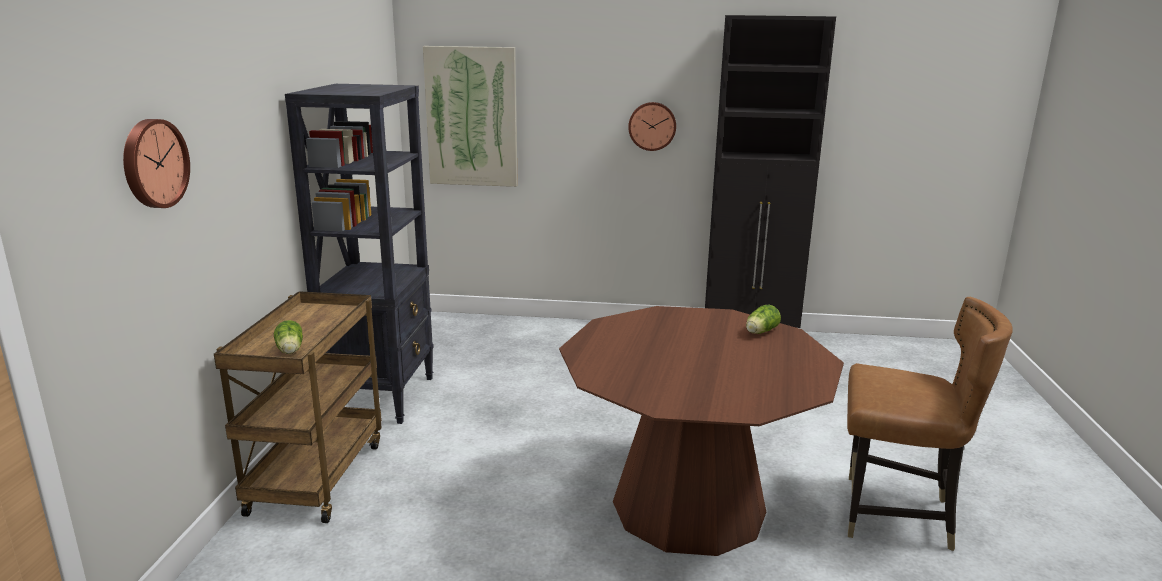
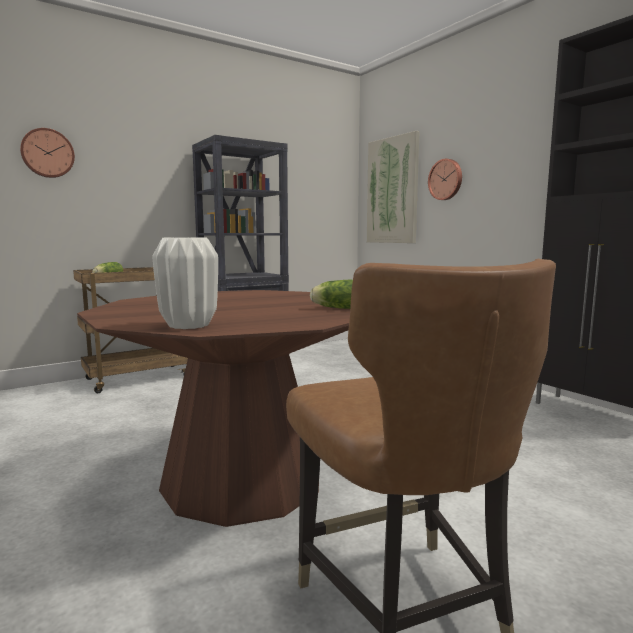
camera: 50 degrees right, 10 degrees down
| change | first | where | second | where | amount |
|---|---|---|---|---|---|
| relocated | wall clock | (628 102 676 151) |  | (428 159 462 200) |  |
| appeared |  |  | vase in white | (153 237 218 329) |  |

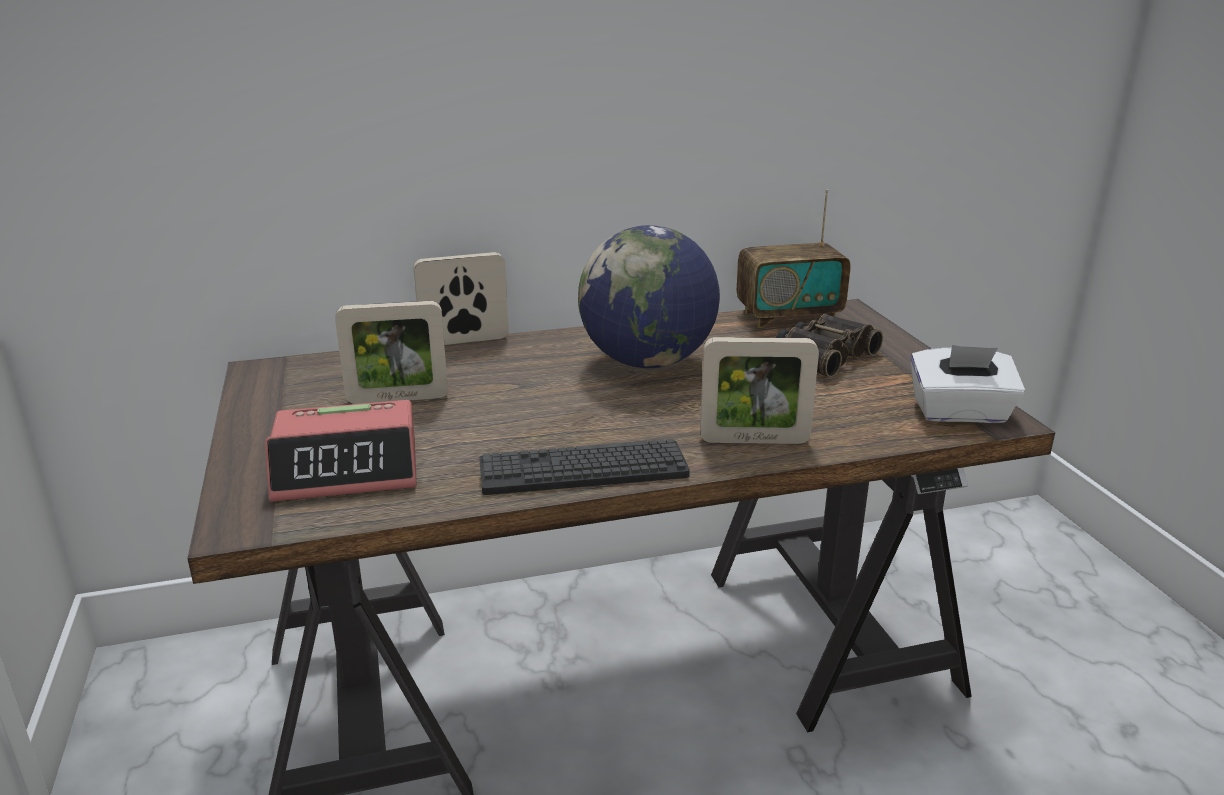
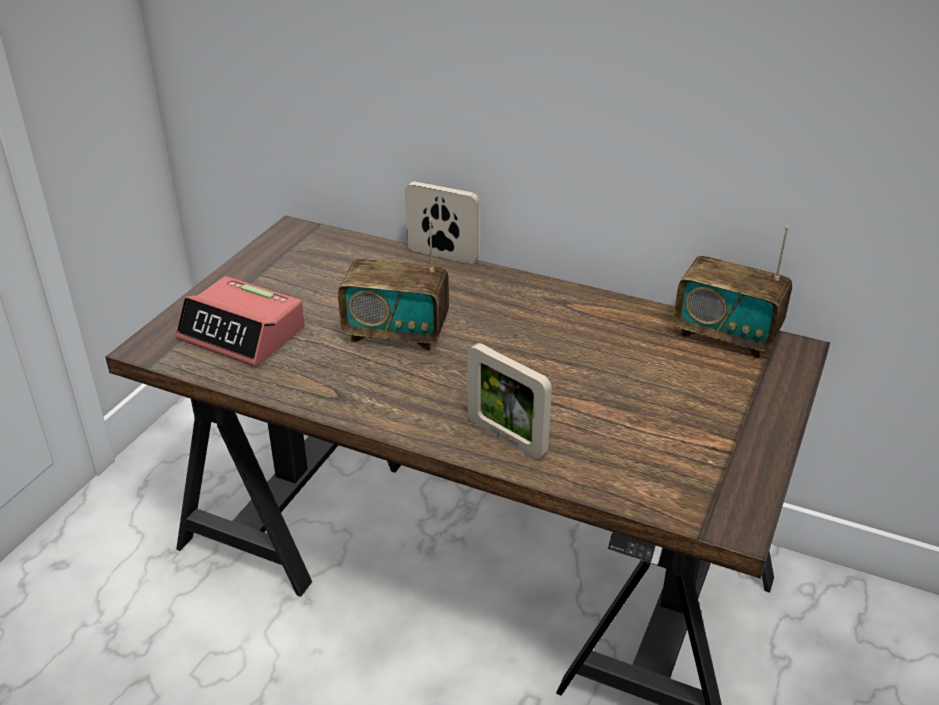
camera: 40 degrees right, 10 degrees up
| change | first | where | second | where | amount |
|---|---|---|---|---|---|
| missing | globe | (578 225 720 368) |  |  |  |
| missing | picture frame | (335 301 448 404) |  |  |  |
| missing | binoculars | (776 314 883 377) |  |  |  |
| missing | tissue box in white | (910 345 1025 423) |  |  |  |
| missing | keyboard | (479 439 690 495) |  |  |  |
| appeared |  |  | radio | (338 218 449 351) |  |

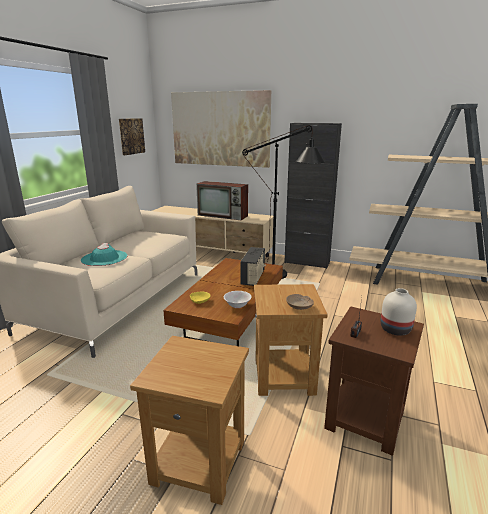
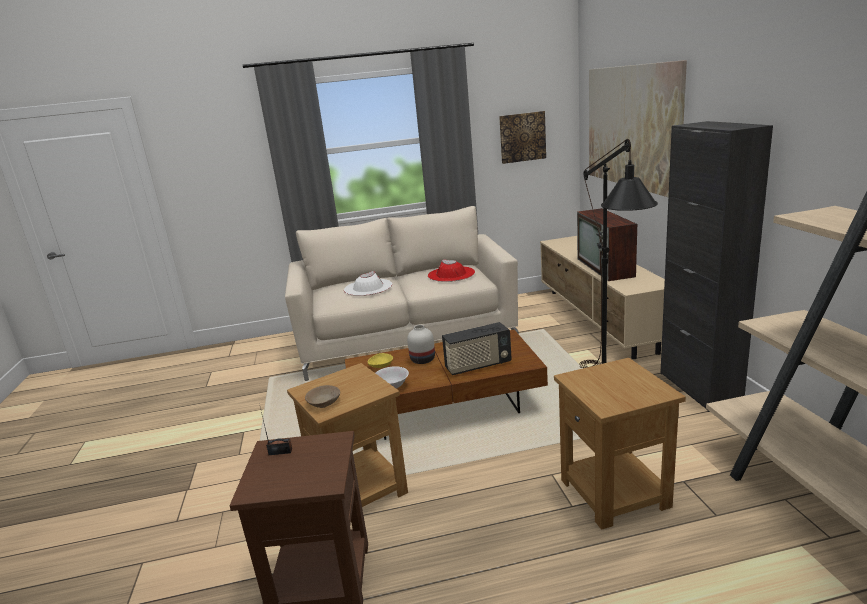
camera: 60 degrees right, 0 degrees up
| change | first | where | second | where | amount |
|---|---|---|---|---|---|
| colour | hat in turquoise | (81 243 128 266) | hat in white | (344 271 392 296) |  |
| relocated | vase in white | (381 288 417 336) |  | (407 325 435 364) |  |
| relocated | side table in brown | (130 336 249 505) |  | (554 358 686 530) |  |
| appeared |  |  | hat in red | (428 259 475 282) |  |

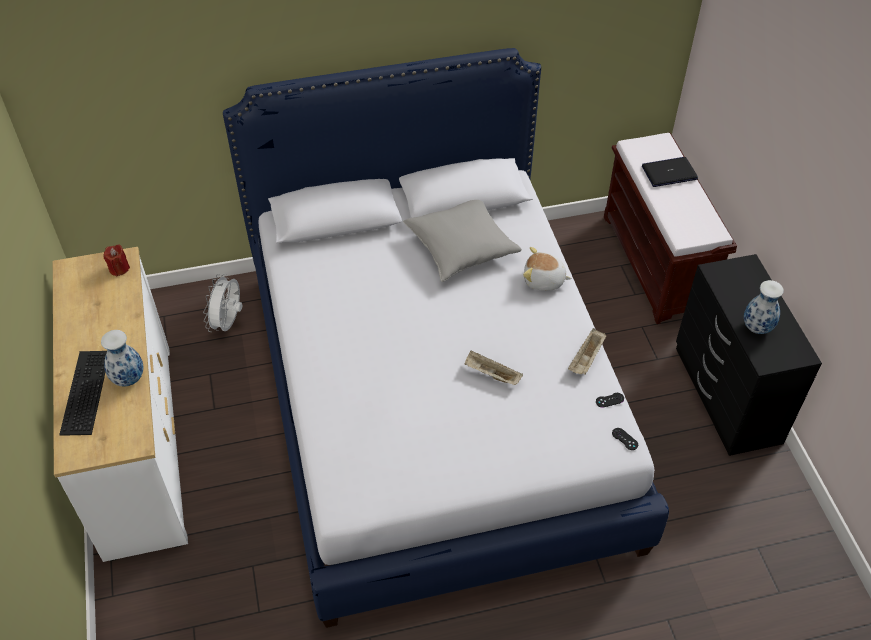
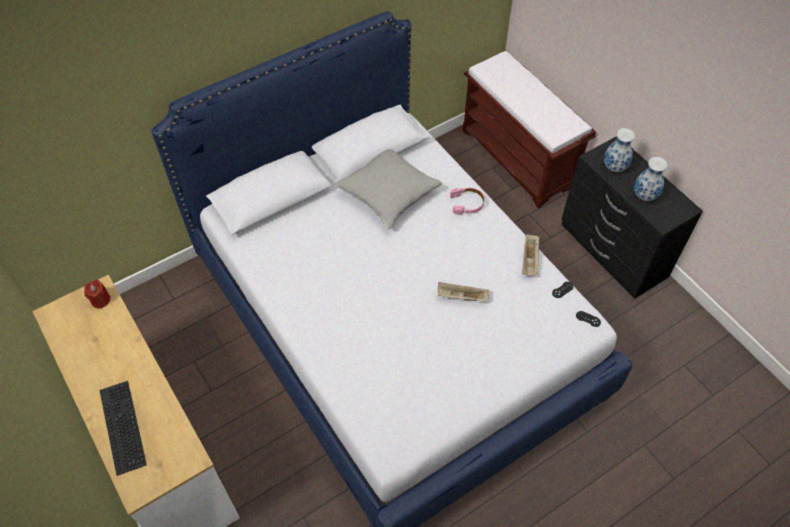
camera: 20 degrees left, 5 degrees up
| change | first | where | second | where | amount |
|---|---|---|---|---|---|
| missing | laptop | (642 157 698 187) |  |  |  |
| exchanged | plush toy | (523 247 572 291) | headphones in pink | (450 188 485 215) |  |
| missing | fan in white | (203 274 242 332) |  |  |  |
| relocated | vase | (101 330 143 386) |  | (604 128 635 172) |  |

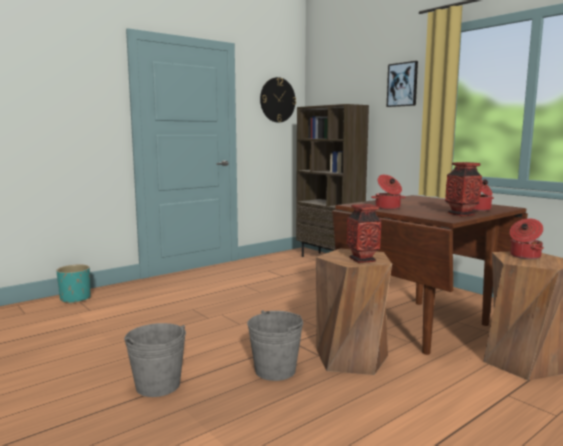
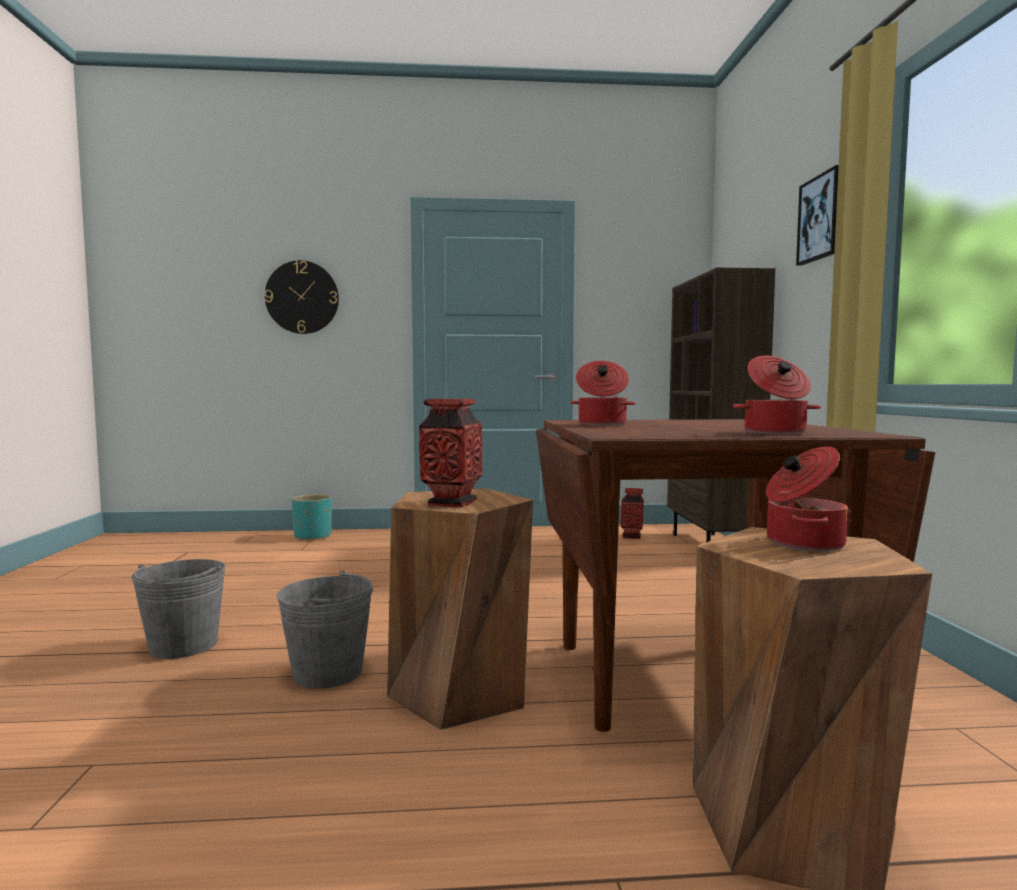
camera: 35 degrees right, 5 degrees down
| change | first | where | second | where | amount |
|---|---|---|---|---|---|
| relocated | wall clock | (260 77 296 122) |  | (264 260 339 334) |  |
| relocated | vase | (445 162 482 216) |  | (621 488 644 539) |  |

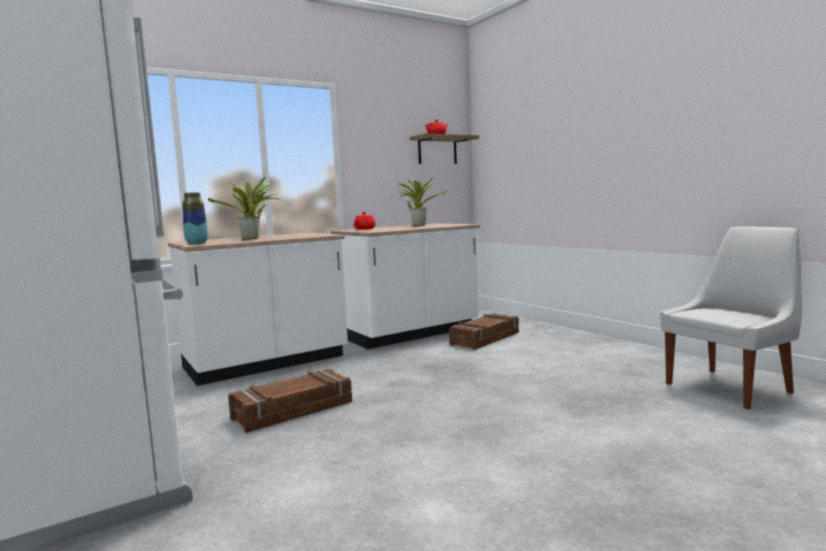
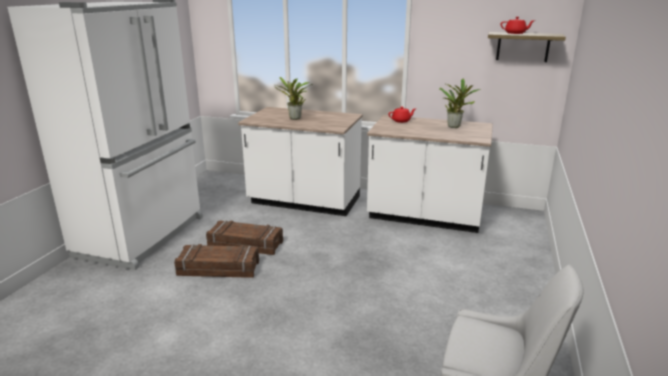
camera: 50 degrees right, 15 degrees up
| change | first | where | second | where | amount |
|---|---|---|---|---|---|
| missing | vase | (182 192 208 245) |  |  |  |
| relocated | crate | (449 313 519 350) |  | (174 244 259 278) |  |

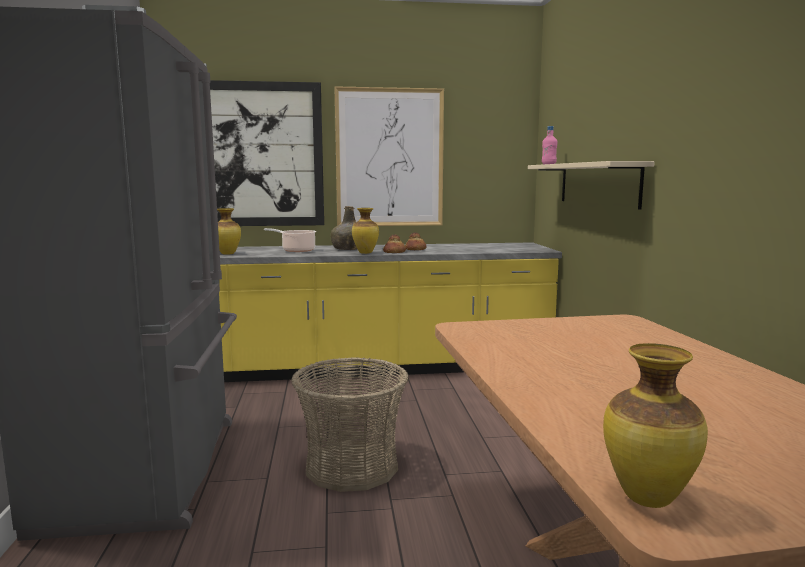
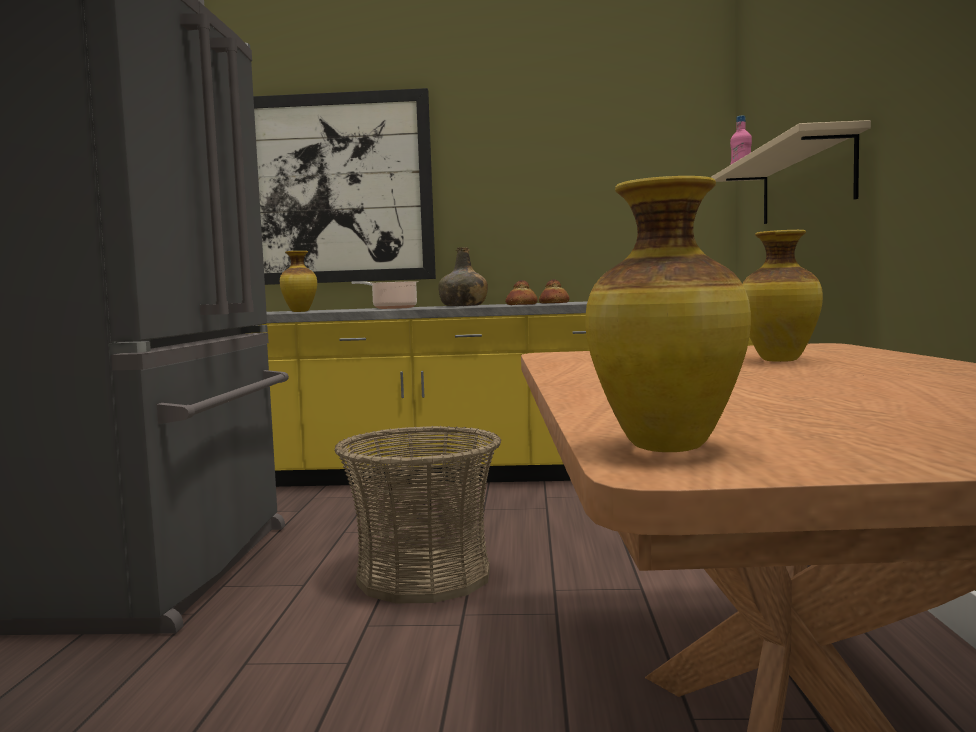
camera: 10 degrees right, 5 degrees down
| change | first | where | second | where | amount |
|---|---|---|---|---|---|
| missing | picture | (334 86 444 226) |  |  |  |
| relocated | vase | (352 208 379 254) |  | (743 230 823 362) |  |

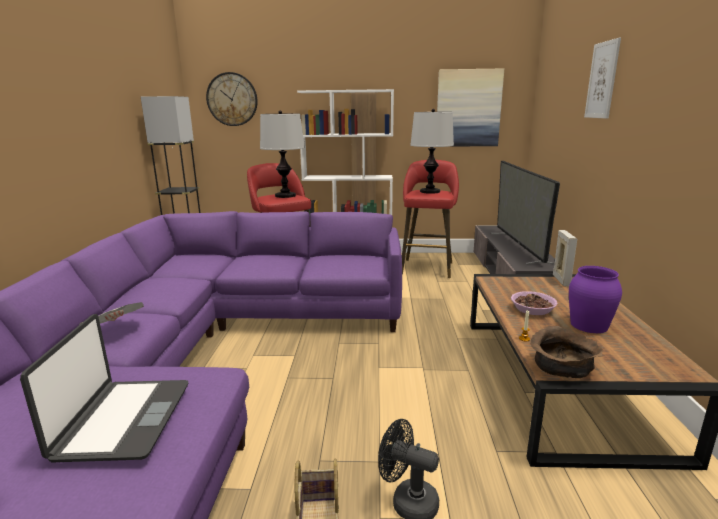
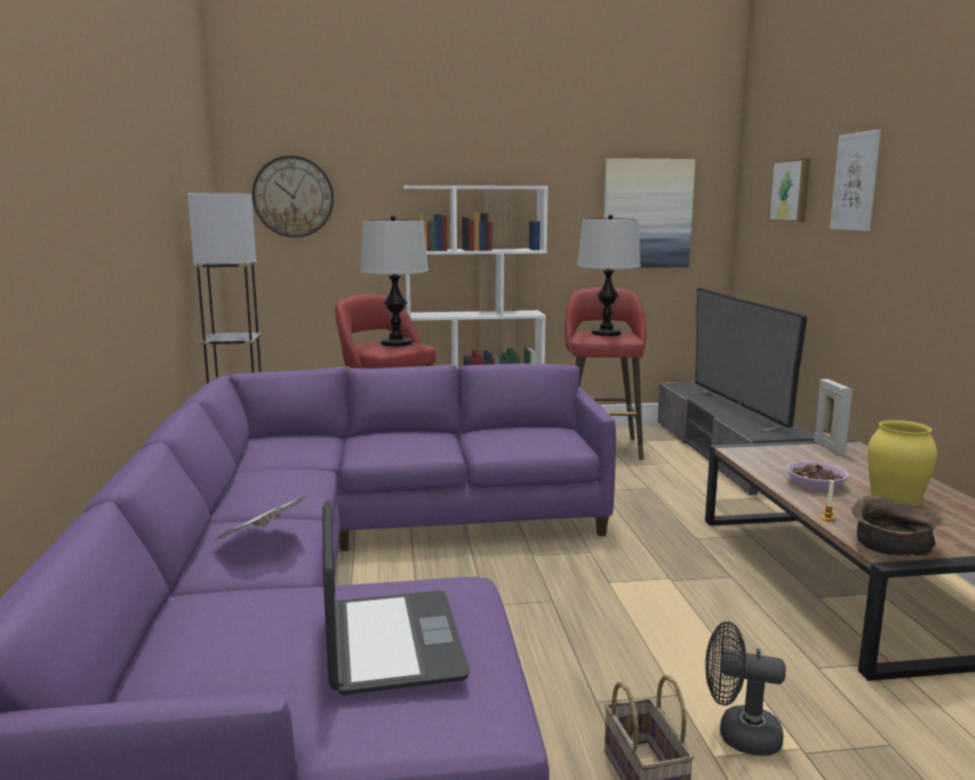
camera: 10 degrees left, 5 degrees down
| change | first | where | second | where | amount |
|---|---|---|---|---|---|
| colour | vase in purple | (569 266 622 333) | vase in yellow | (867 420 937 506) |  |
| appeared |  |  | picture | (768 158 811 222) |  |

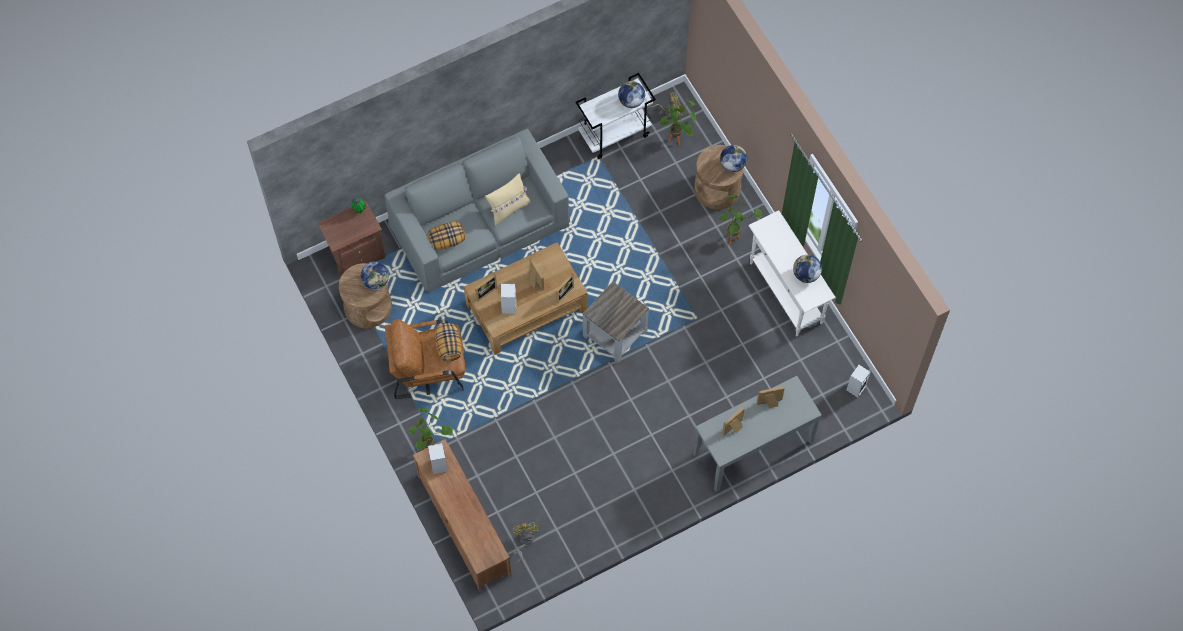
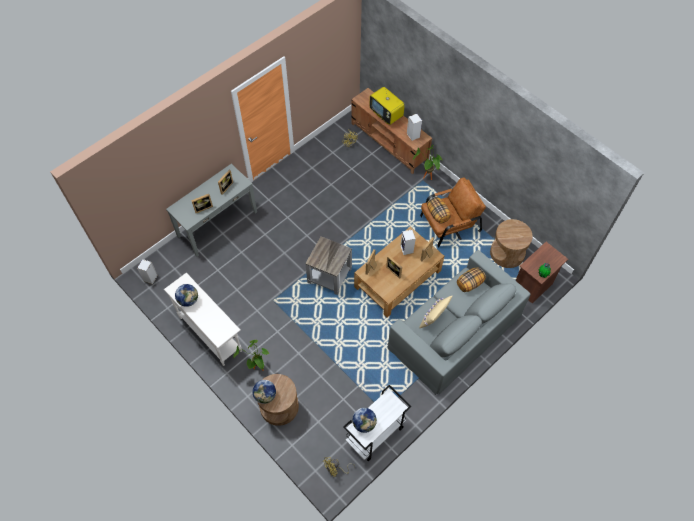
camera: 165 degrees right, 5 degrees down
| change | first | where | second | where | amount |
|---|---|---|---|---|---|
| missing | potted plant | (659 98 697 145) |  |  |  |
| missing | globe | (361 262 389 290) |  |  |  |
| appeared |  |  | television | (369 85 405 125) |  |

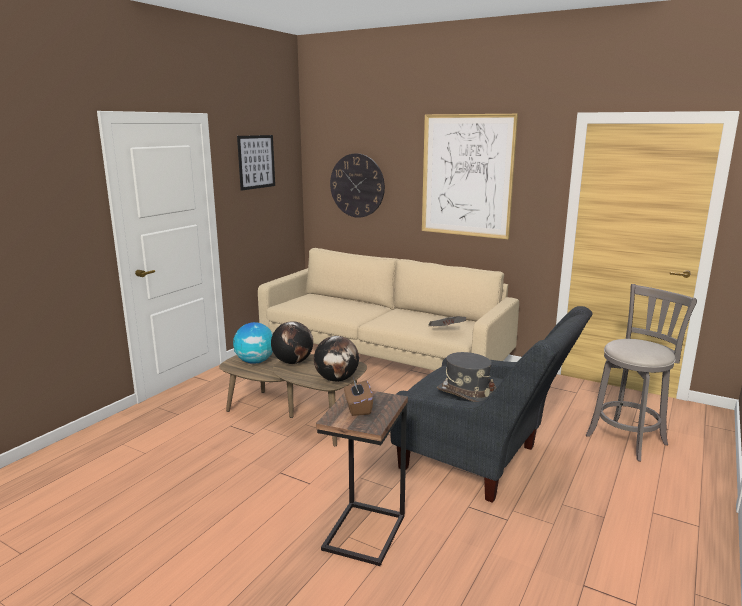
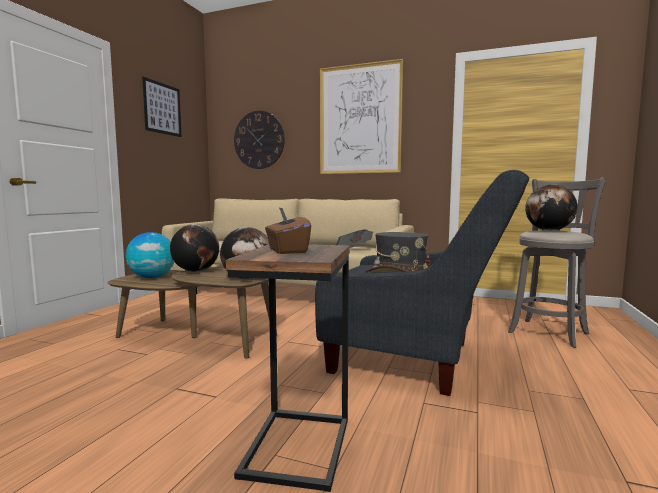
camera: 10 degrees left, 10 degrees down
| change | first | where | second | where | amount |
|---|---|---|---|---|---|
| appeared |  |  | globe | (525 184 577 231) |  |

